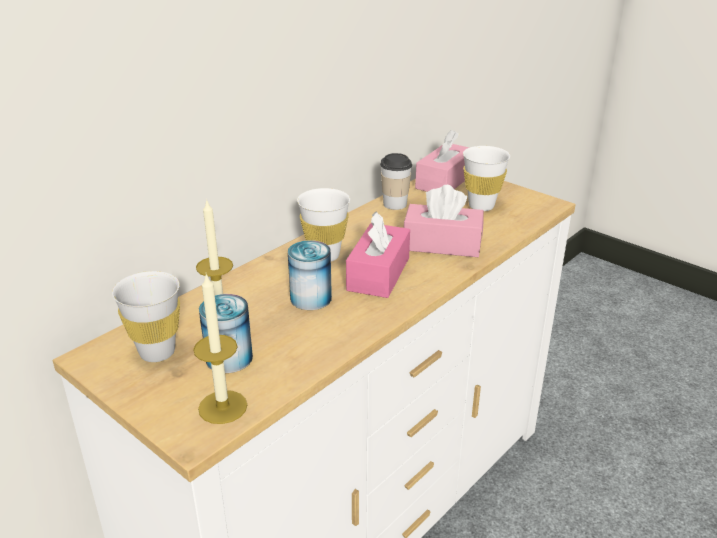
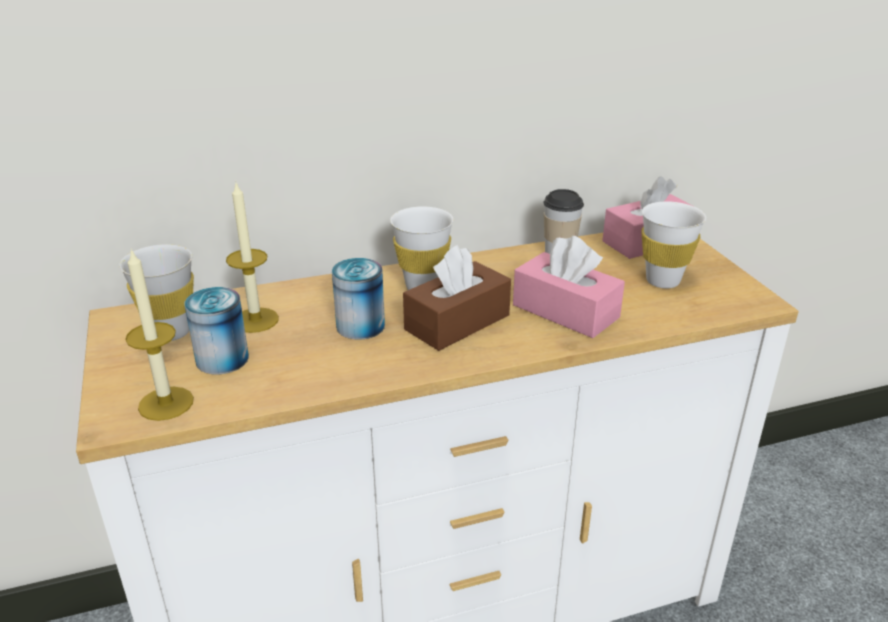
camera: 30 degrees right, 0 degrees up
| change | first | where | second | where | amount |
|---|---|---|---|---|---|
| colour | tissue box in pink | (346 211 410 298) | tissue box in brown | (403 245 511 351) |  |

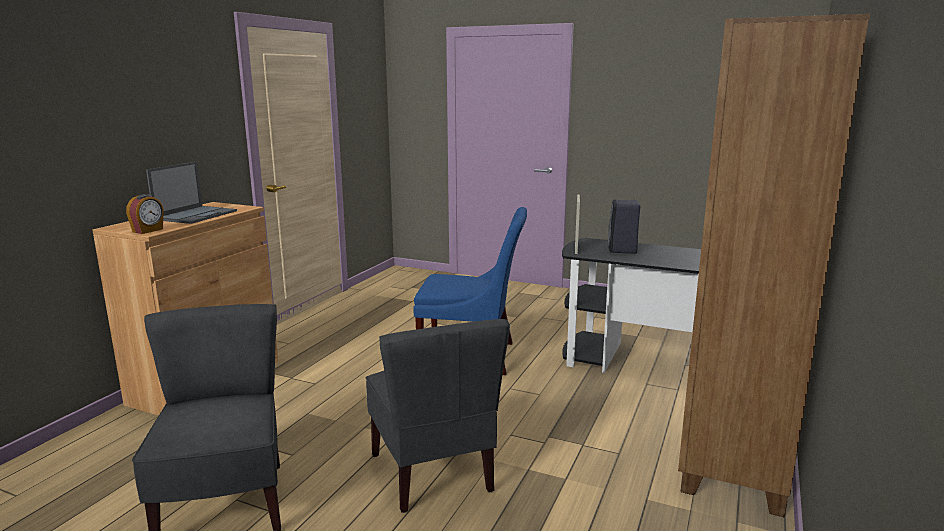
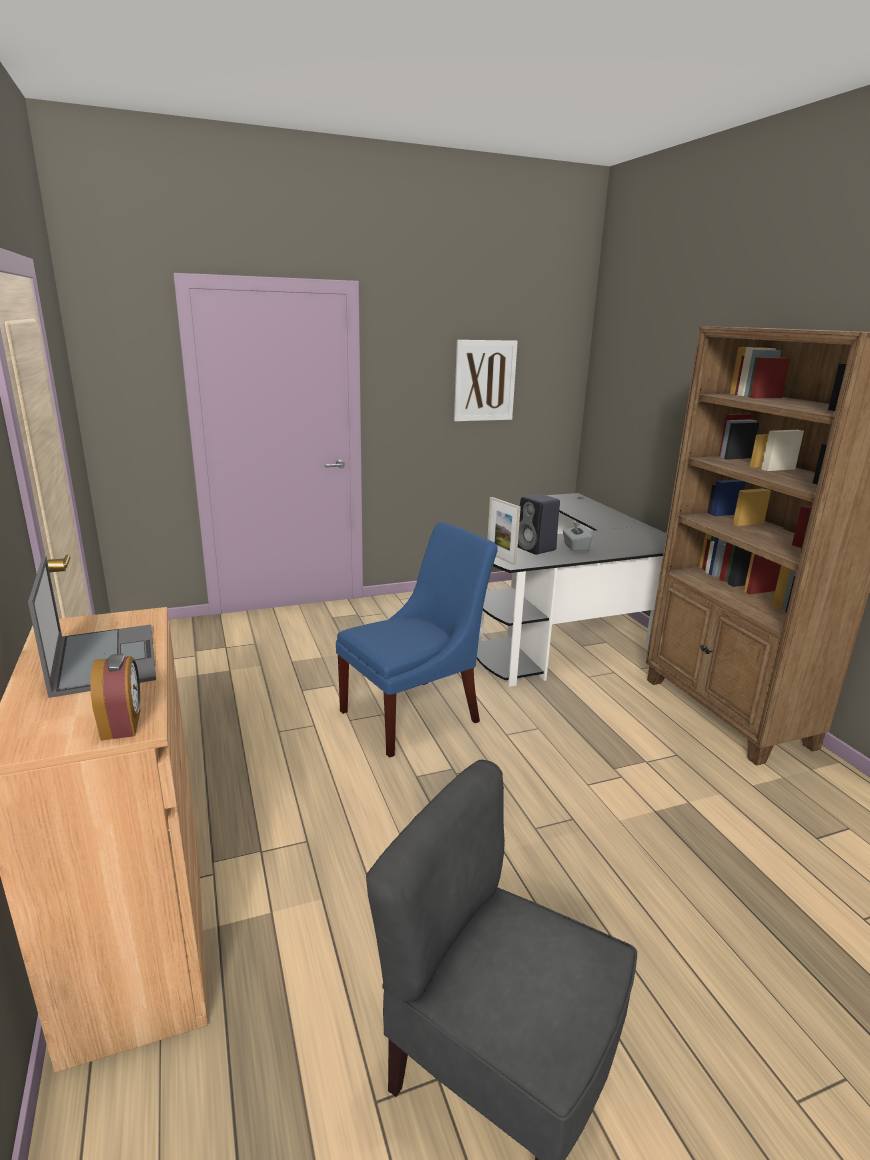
camera: 45 degrees left, 5 degrees up
| change | first | where | second | where | amount |
|---|---|---|---|---|---|
| missing | chair in grey | (366 319 510 513) |  |  |  |
| appeared |  |  | picture | (454 340 518 421) |  |
| appeared |  |  | tissue box in grey | (563 522 593 551) |  |

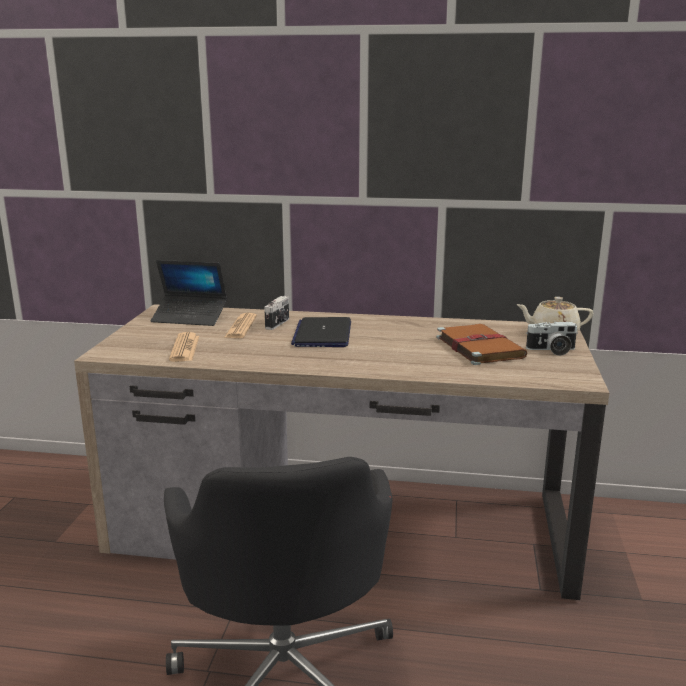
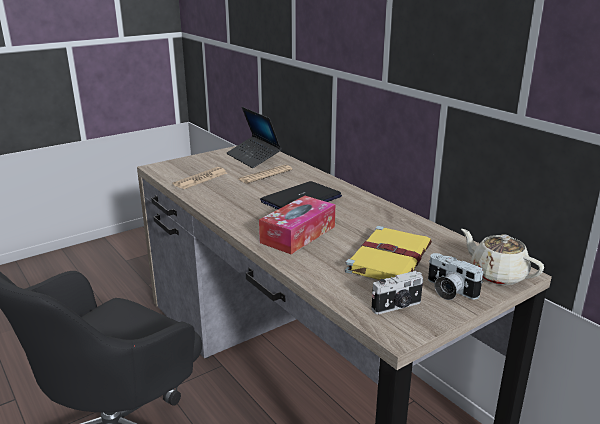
camera: 45 degrees right, 5 degrees up
| change | first | where | second | where | amount |
|---|---|---|---|---|---|
| relocated | photo camera | (264 296 289 330) |  | (371 271 423 314) |  |
| colour | book in brown | (436 324 528 365) | book in yellow | (345 226 432 280) |  |
| appeared |  |  | tissue box | (259 196 335 254) |  |

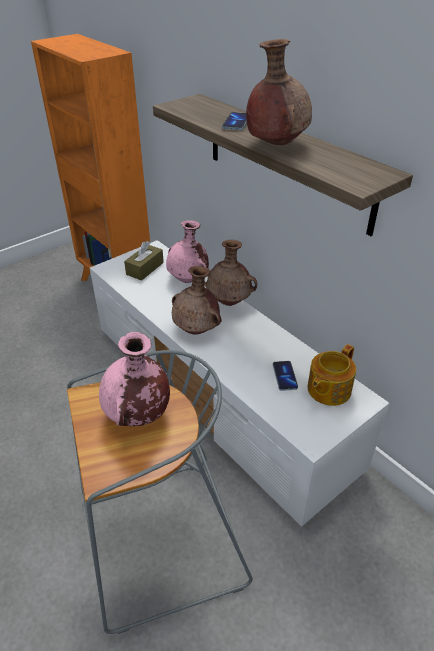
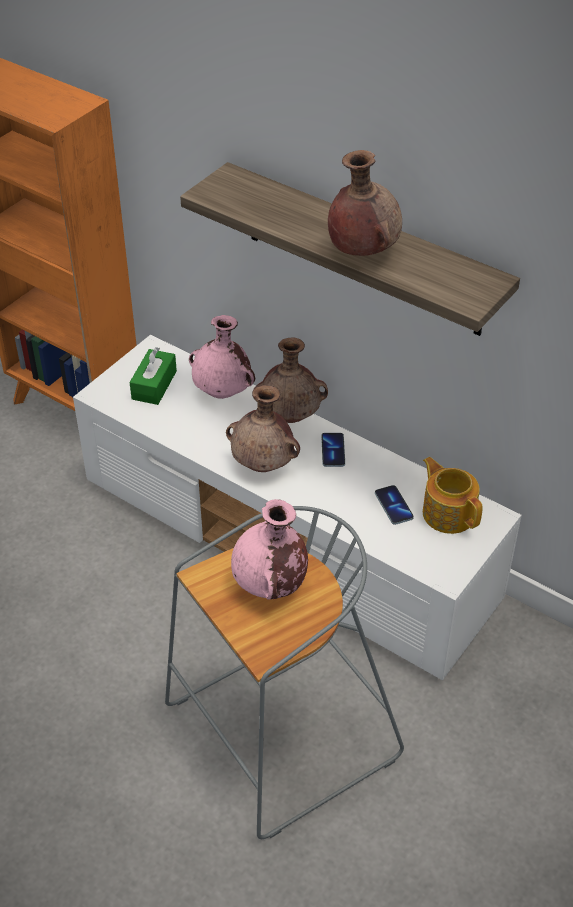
camera: 15 degrees left, 5 degrees up
| change | first | where | second | where | amount |
|---|---|---|---|---|---|
| relocated | phone | (222 112 247 130) |  | (322 433 345 467) |  |
| colour | tissue box in brown | (124 241 164 281) | tissue box in green | (130 347 177 405) |  |
| spun | teapot | (308 344 356 406) |  | (423 457 483 534) | 120 degrees clockwise |

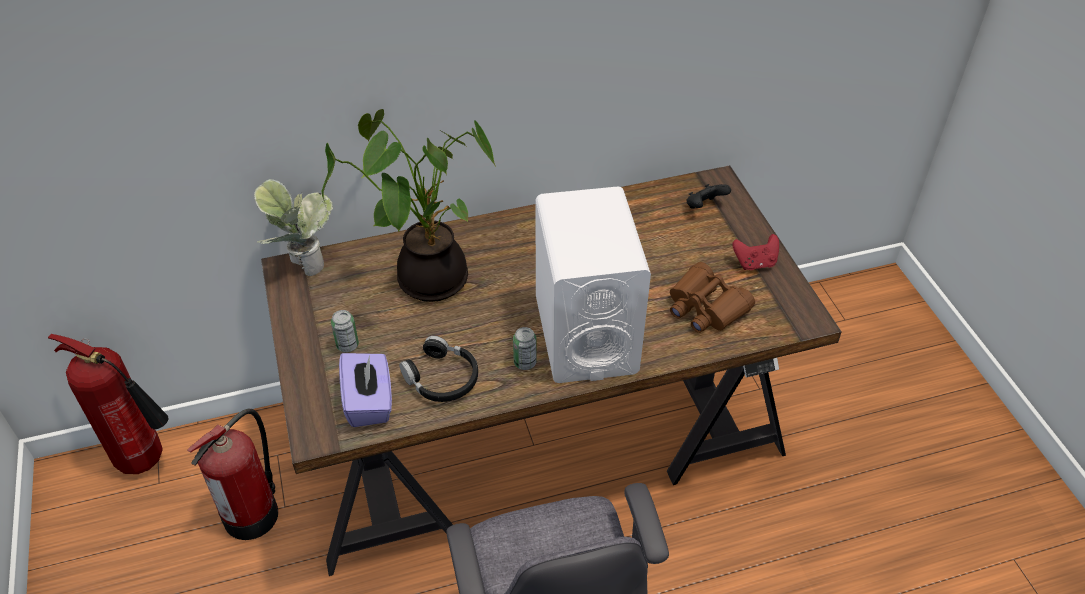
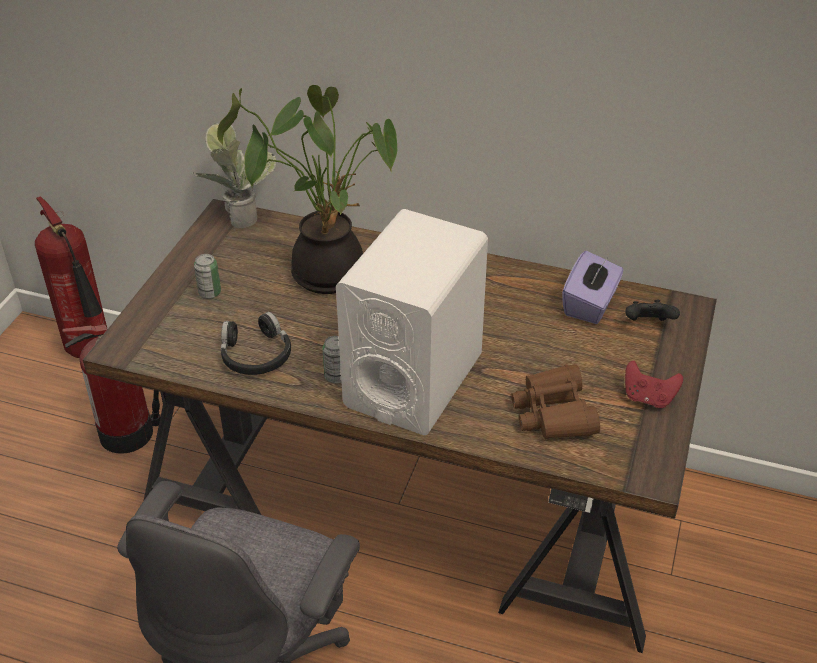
camera: 35 degrees right, 5 degrees down
| change | first | where | second | where | amount |
|---|---|---|---|---|---|
| relocated | tissue box in purple | (339 353 392 427) |  | (562 251 624 324) |  |

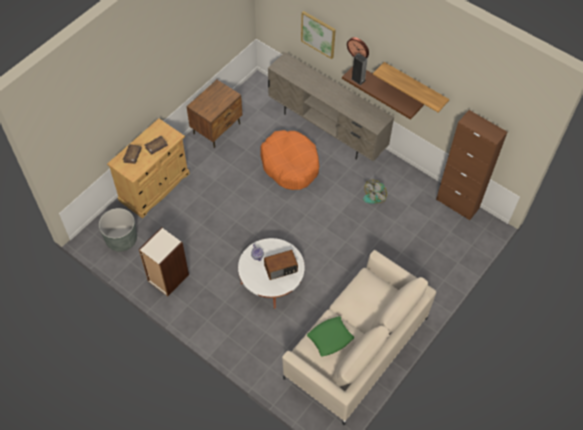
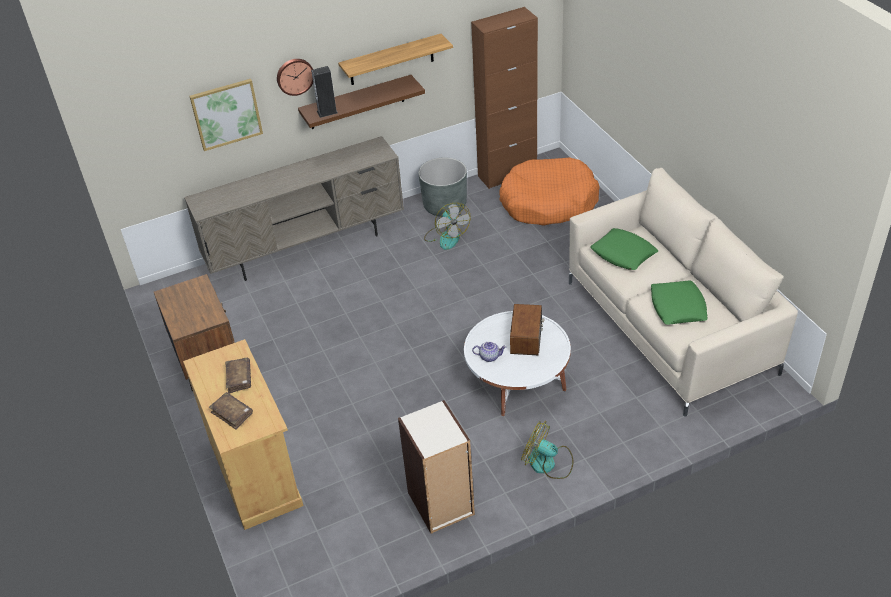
camera: 60 degrees left, 15 degrees down
| change | first | where | second | where | amount |
|---|---|---|---|---|---|
| relocated | dog bed in orange | (260 130 319 190) |  | (499 157 600 226) |  |
| relocated | planter in grey | (99 208 137 252) |  | (418 157 467 217) |  |
| appeared |  |  | pillow in green | (590 228 658 270) |  |
| appeared |  |  | fan | (521 421 574 479) |  |

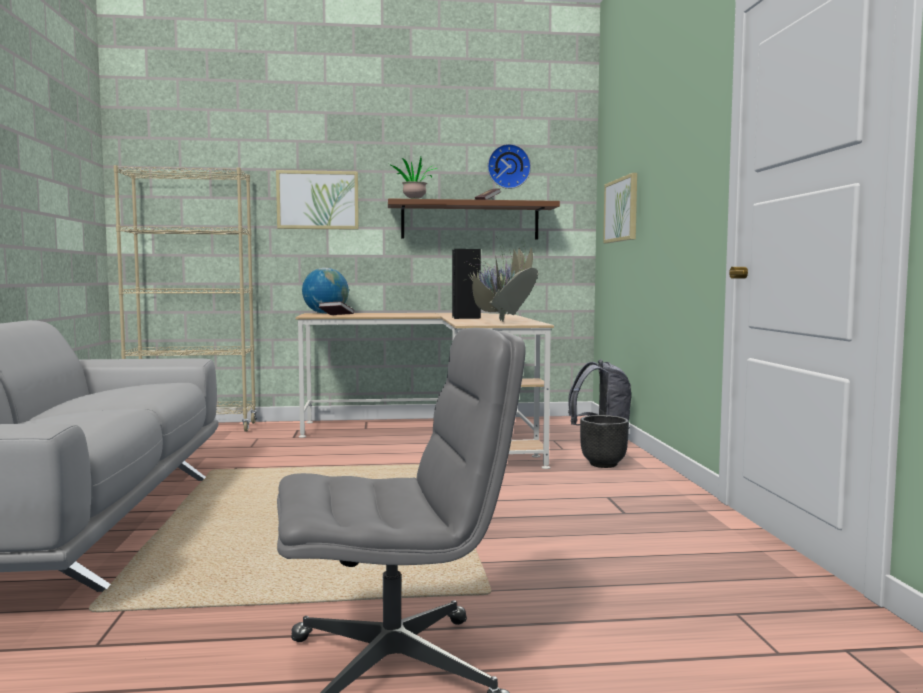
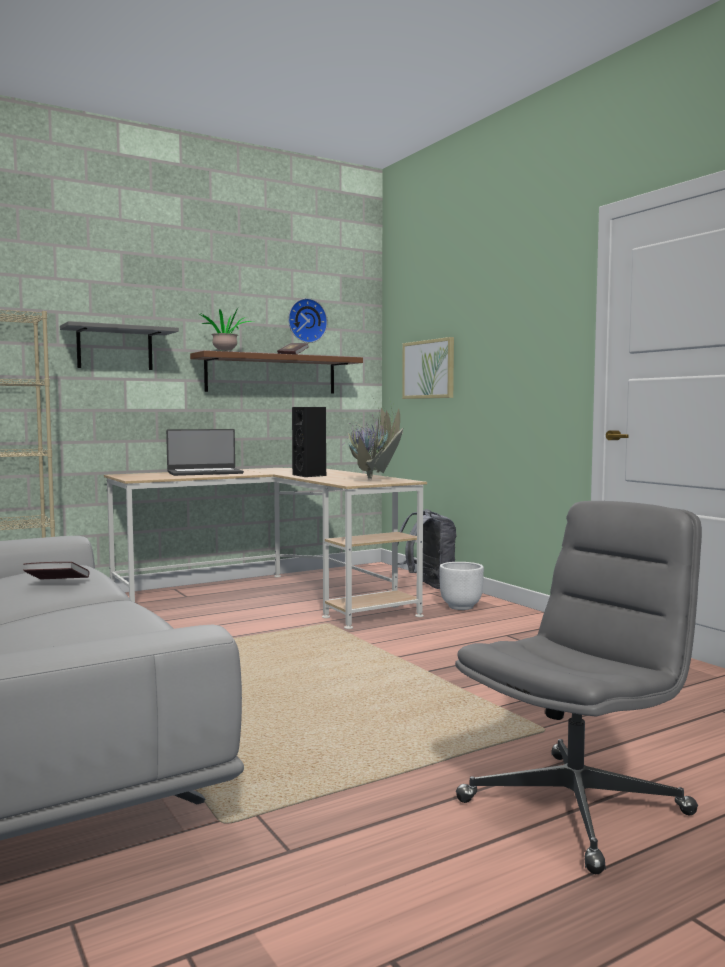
camera: 25 degrees left, 0 degrees up
| change | first | where | second | where | amount |
|---|---|---|---|---|---|
| exchanged | picture | (276 170 359 230) | shelf in grey | (60 321 179 370) |  |
| missing | globe | (302 268 349 314) |  |  |  |
| relocated | book | (318 302 354 315) |  | (23 562 90 579) |  |
| colour | planter in black | (580 415 629 468) | planter in white | (440 562 484 610) |  |
| appeared |  |  | laptop | (166 429 244 476) |  |

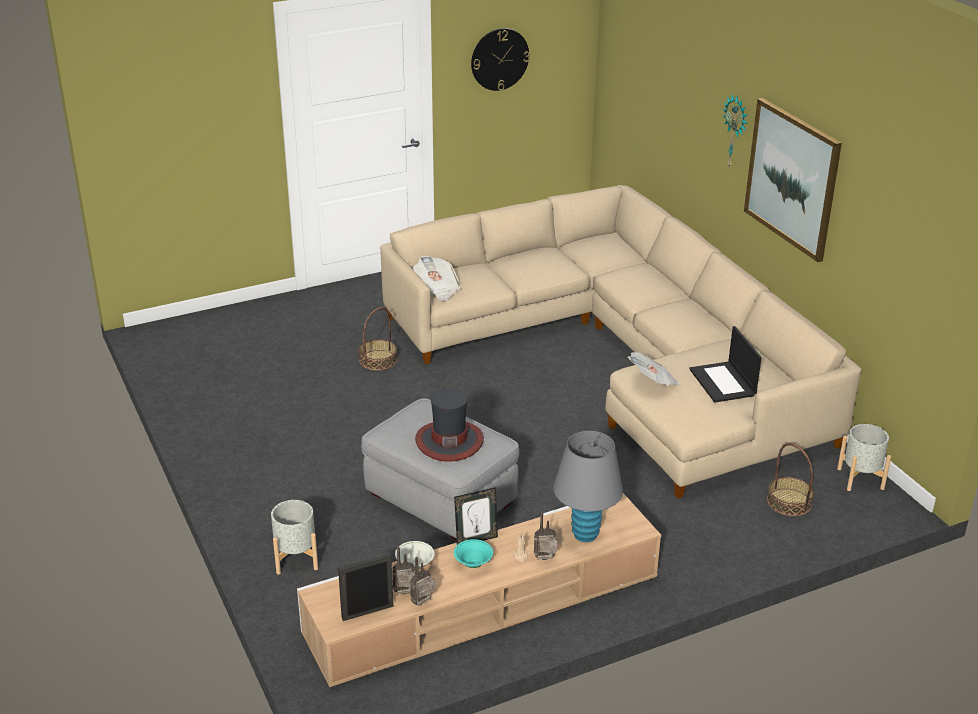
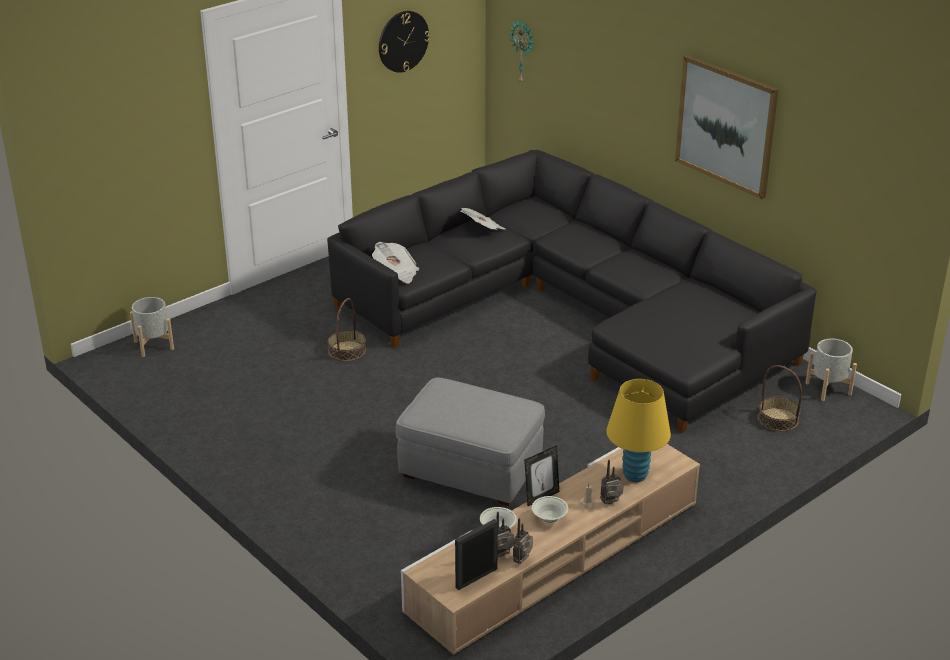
camera: 15 degrees left, 0 degrees up
| change | first | where | second | where | amount |
|---|---|---|---|---|---|
| relocated | wall clock | (723 95 748 167) |  | (509 20 534 82) |  |
| colour | sofa in beige | (380 185 861 499) | sofa in black | (327 150 817 433) |  |
| missing | laptop | (689 326 762 403) |  |  |  |
| relocated | newspaper | (628 352 681 386) |  | (461 208 506 230) |  |
| missing | hat | (415 388 484 462) |  |  |  |
| colour | table lamp in grey | (553 431 623 542) | table lamp in yellow | (606 379 671 482) |  |
| relocated | planter in grey | (271 500 318 574) |  | (130 297 174 357) |  |
| colour | bowl in turquoise | (454 539 493 568) | bowl in white | (532 496 568 523) |  |

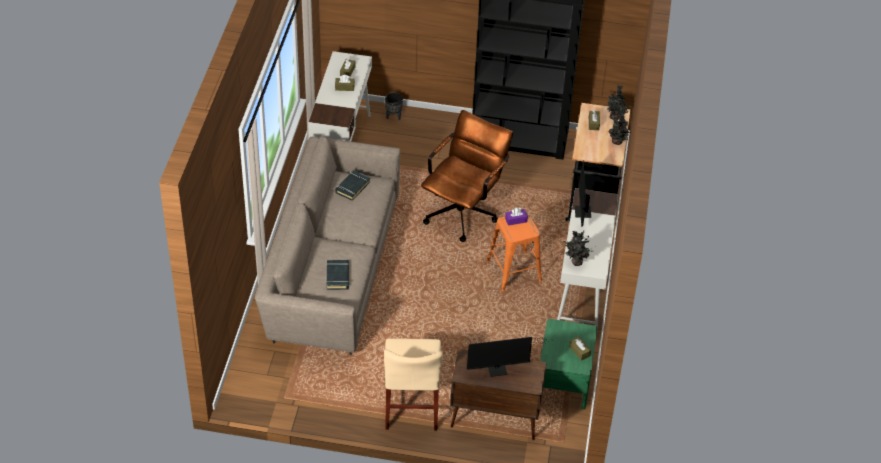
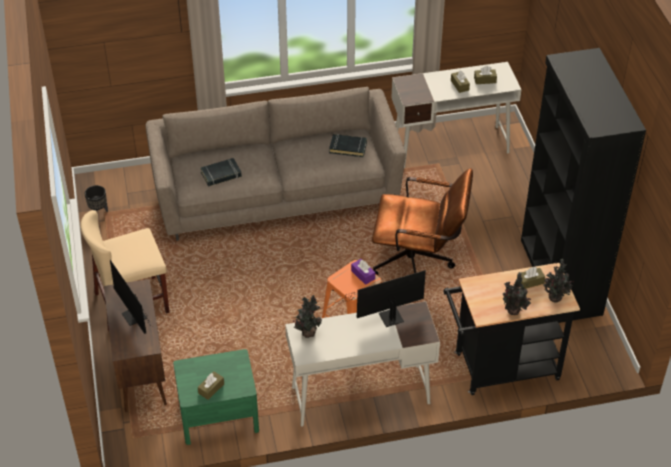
camera: 70 degrees right, 0 degrees up
| change | first | where | second | where | amount |
|---|---|---|---|---|---|
| relocated | planter in black | (385 92 403 120) |  | (85 185 108 212) |  |

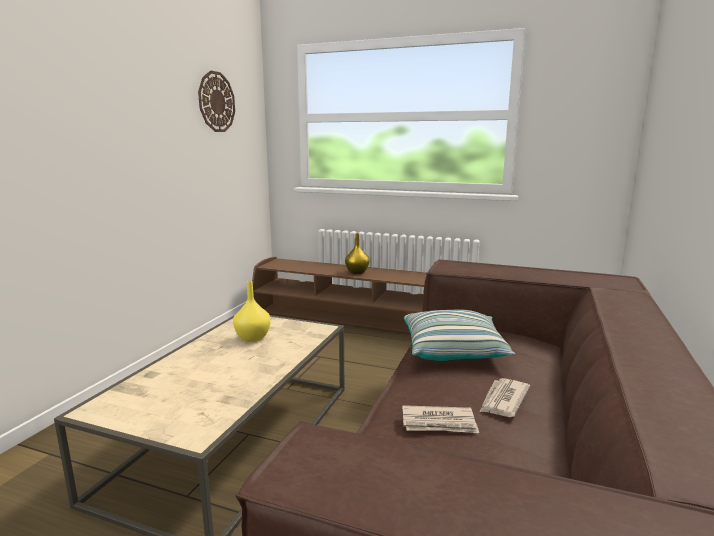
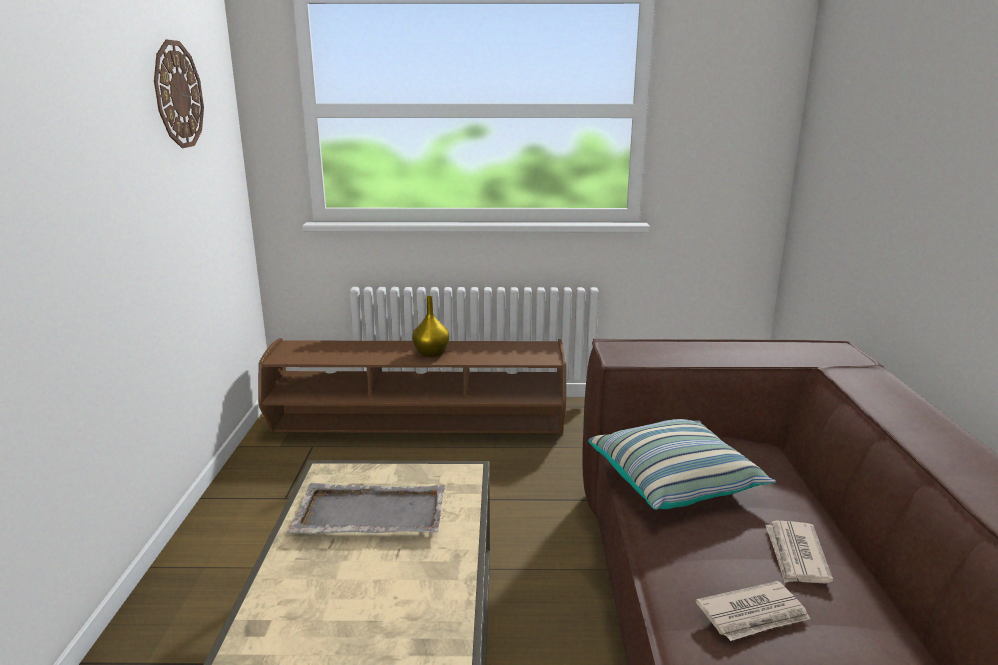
camera: 20 degrees left, 5 degrees up
| change | first | where | second | where | amount |
|---|---|---|---|---|---|
| exchanged | vase in yellow | (233 281 271 342) | tray in grey | (287 483 445 534) |  |

